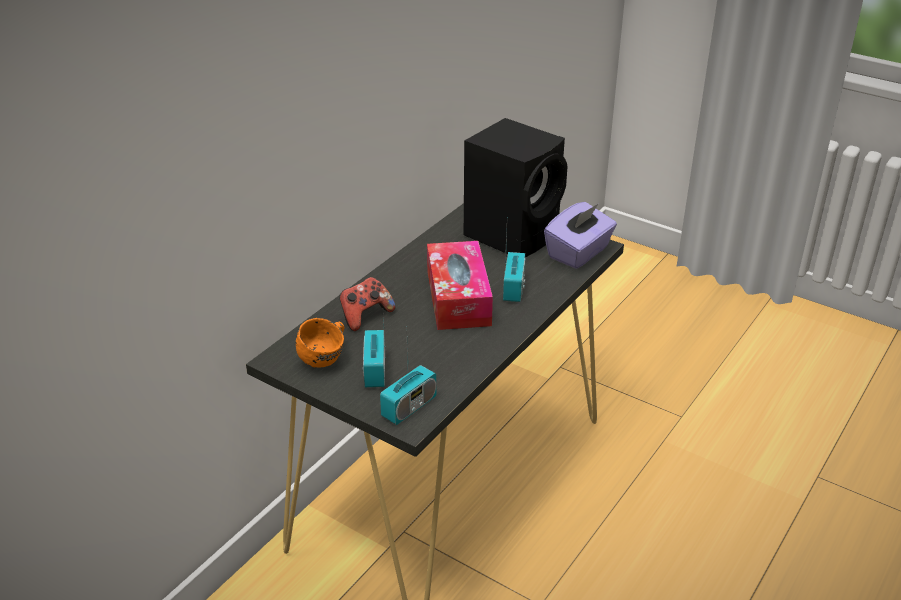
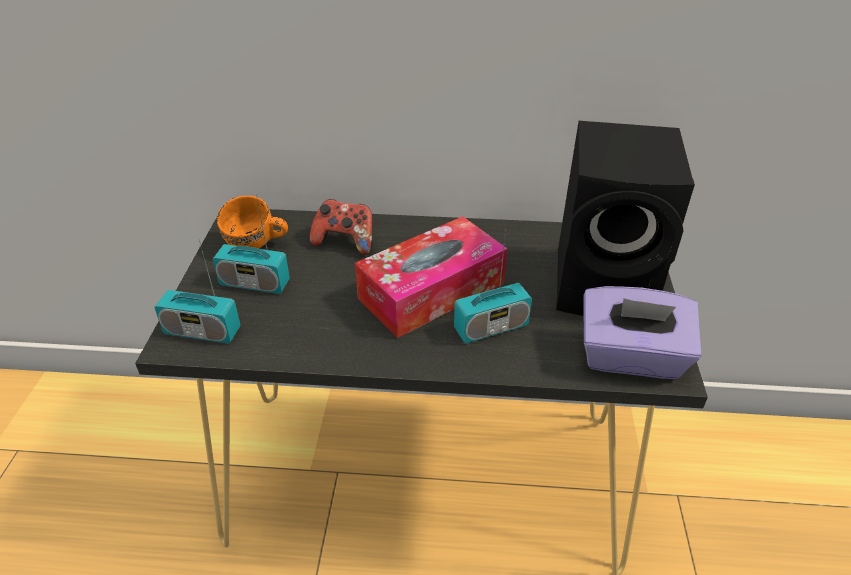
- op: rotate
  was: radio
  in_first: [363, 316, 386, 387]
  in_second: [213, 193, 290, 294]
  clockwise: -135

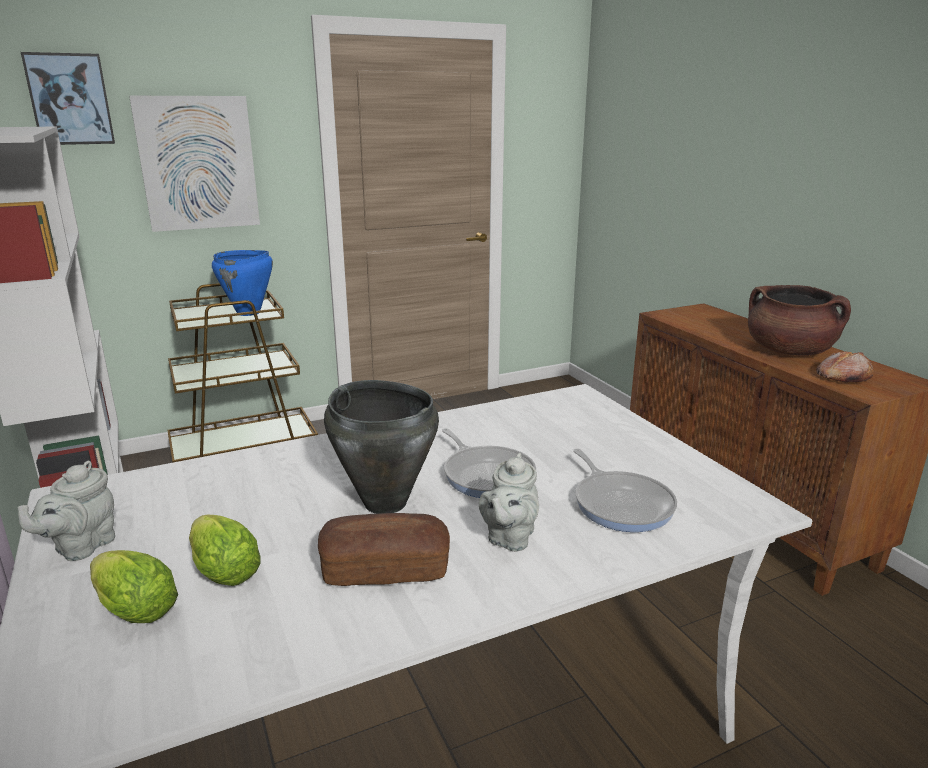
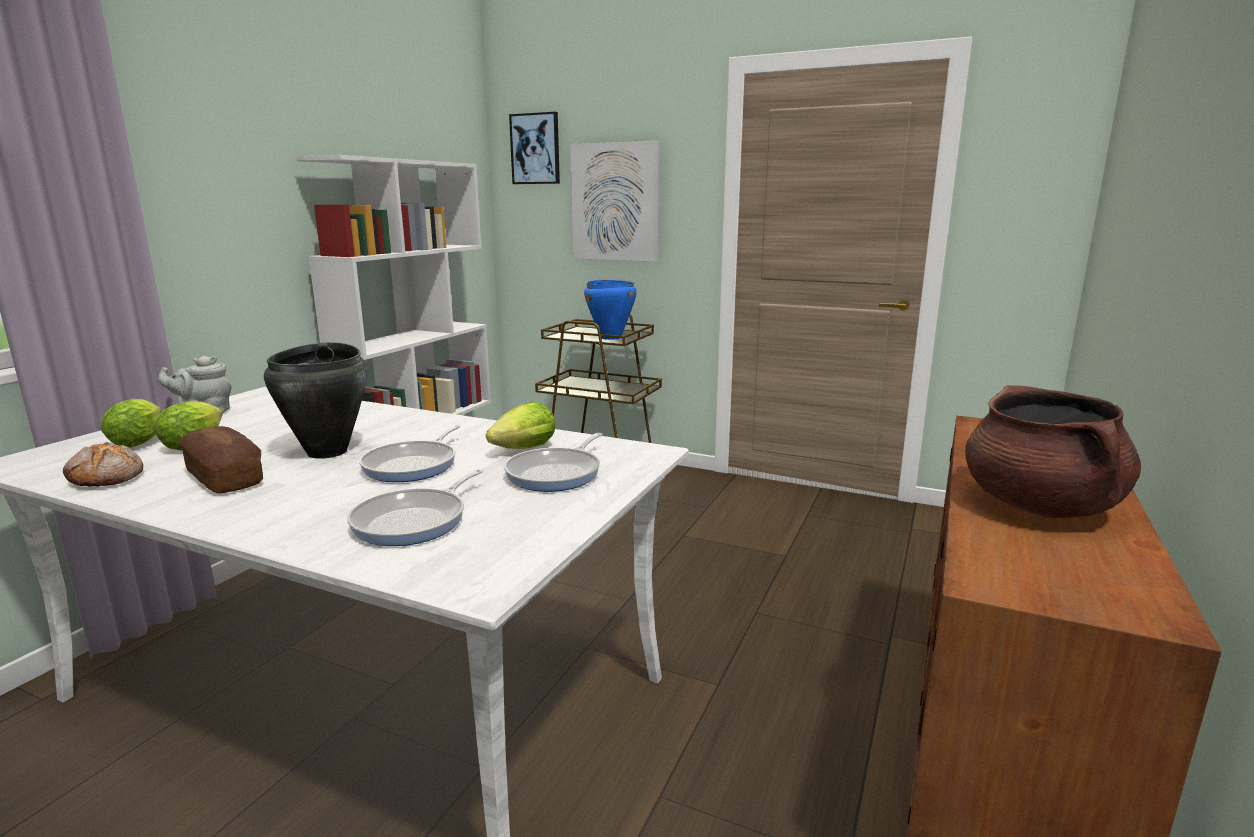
- op: delete
  was: imbryk (szary)
  in_first: [479, 453, 539, 552]
- op: move
  was: chleb
  in_first: [816, 351, 873, 383]
  in_second: [63, 442, 143, 487]
- op: insert
  now: sałata
  in_second: [486, 402, 556, 449]
- op: insert
  now: patelnia
  in_second: [504, 433, 603, 492]

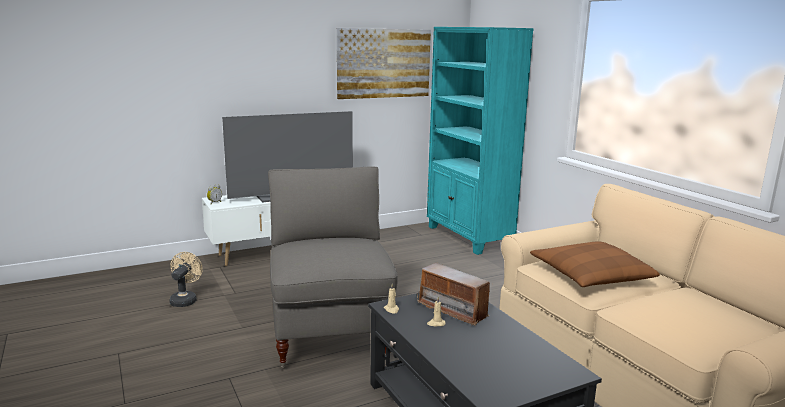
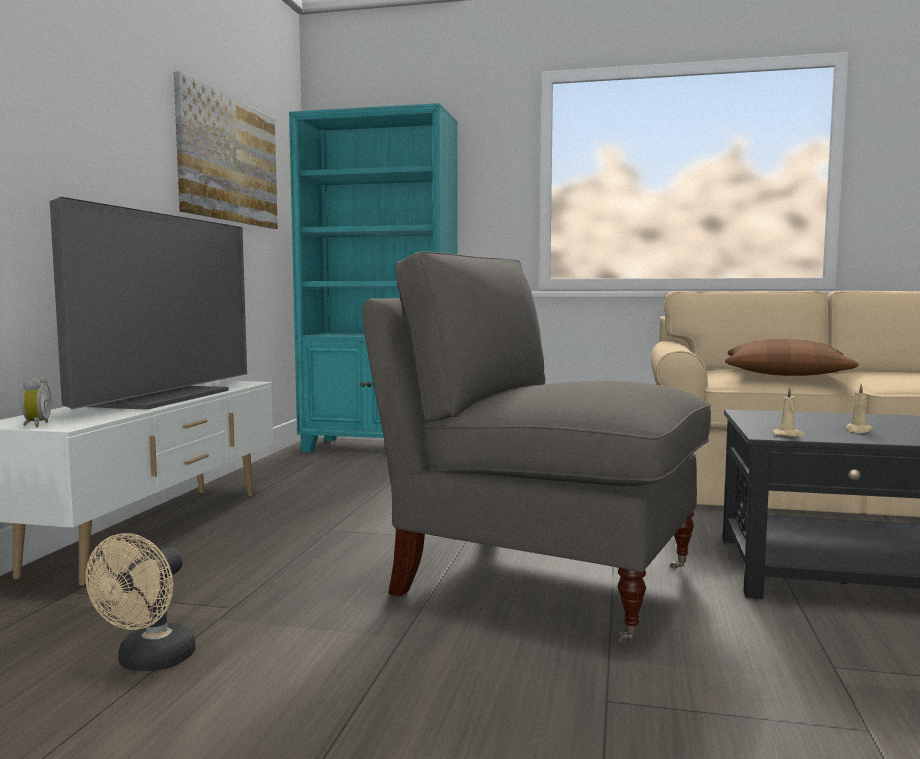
- op: rotate
  was: wentylator (beżowy)
  in_first: [170, 252, 203, 307]
  in_second: [85, 533, 196, 671]
  clockwise: -120
- op: delete
  was: radio
  in_first: [417, 263, 493, 326]

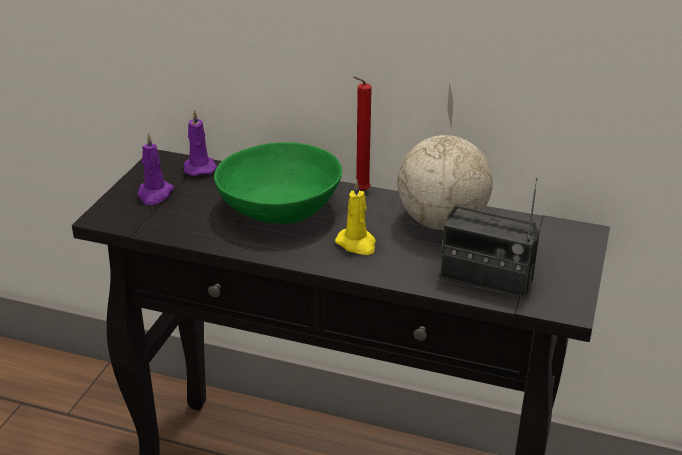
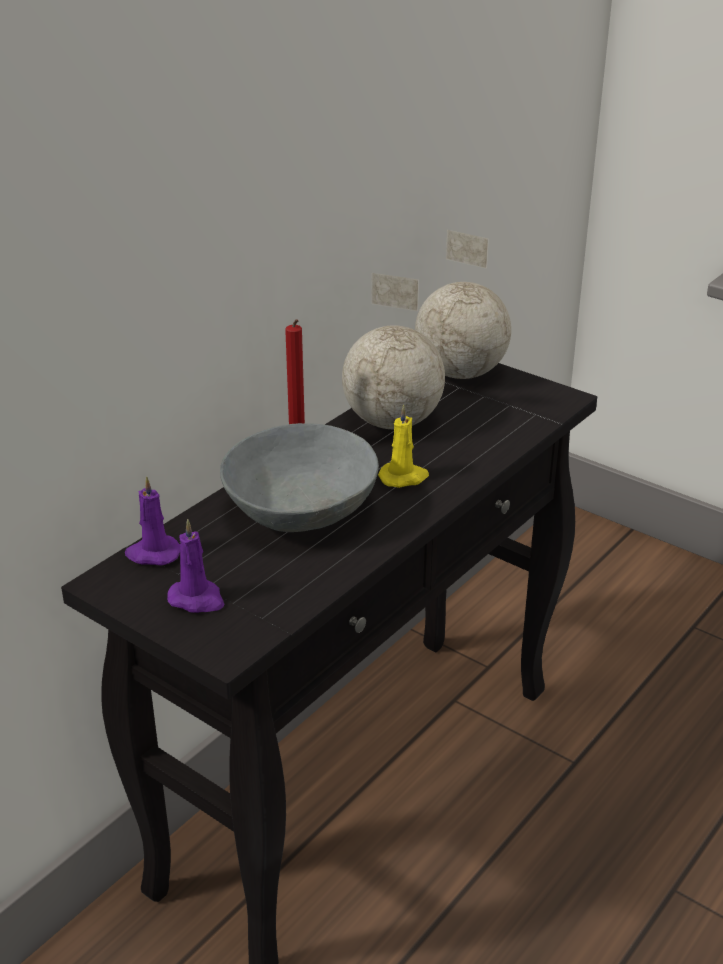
- op: recolor
  was: miska (zielony)
  now: miska (szary)
  in_first: [214, 142, 342, 224]
  in_second: [220, 423, 379, 532]
- op: delete
  was: radio
  in_first: [440, 178, 540, 298]
- op: insert
  now: globus
  in_second: [415, 230, 511, 379]

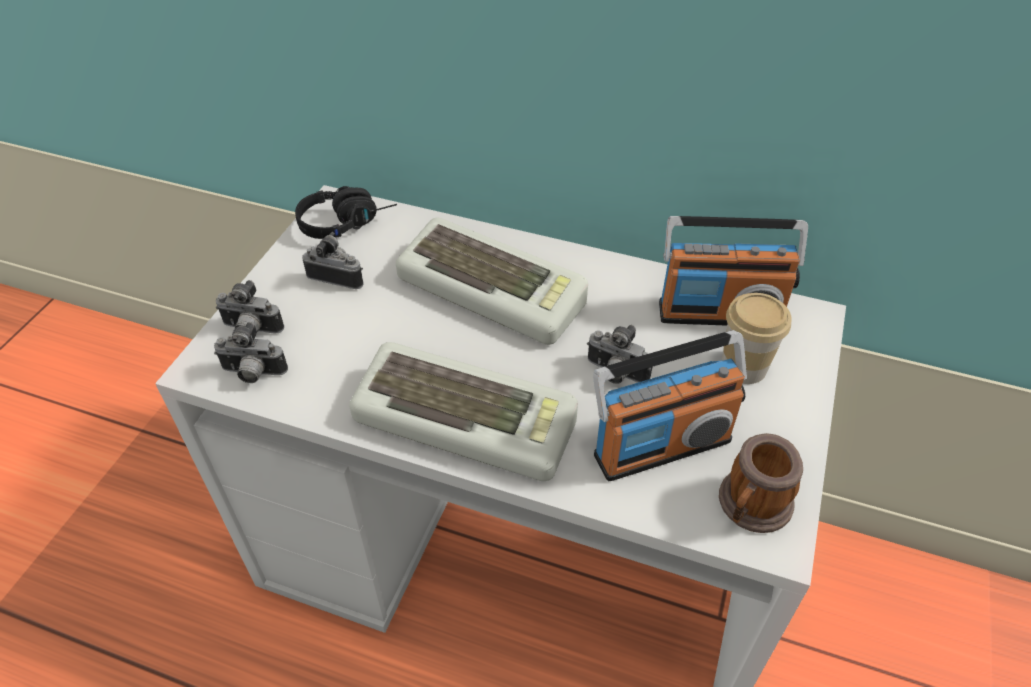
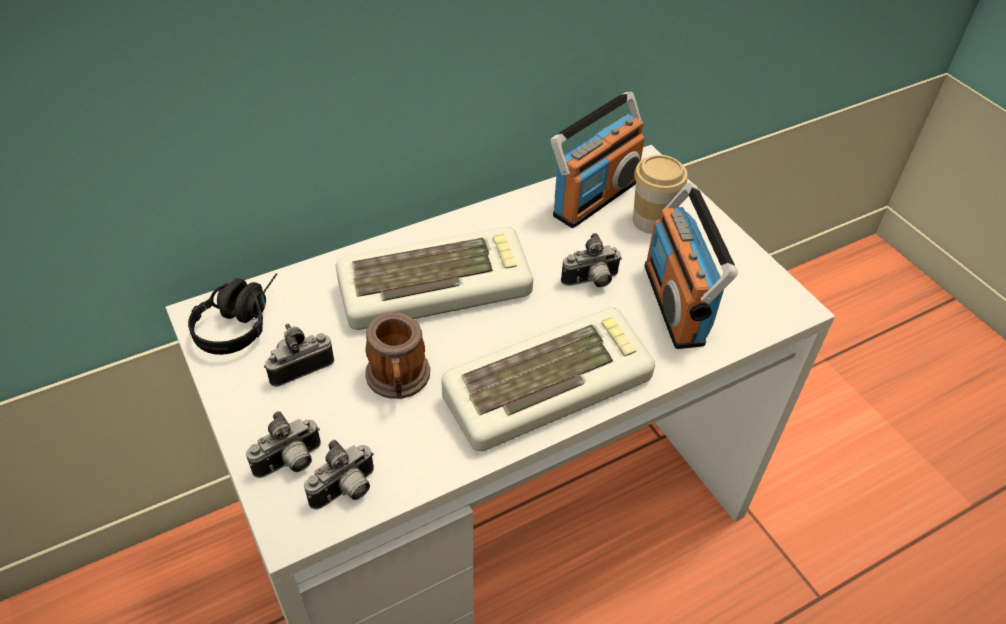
- op: rotate
  was: radio
  in_first: [593, 330, 747, 481]
  in_second: [645, 182, 738, 349]
  clockwise: 150
- op: move
  was: kubek
  in_first: [719, 433, 803, 533]
  in_second: [365, 312, 430, 399]

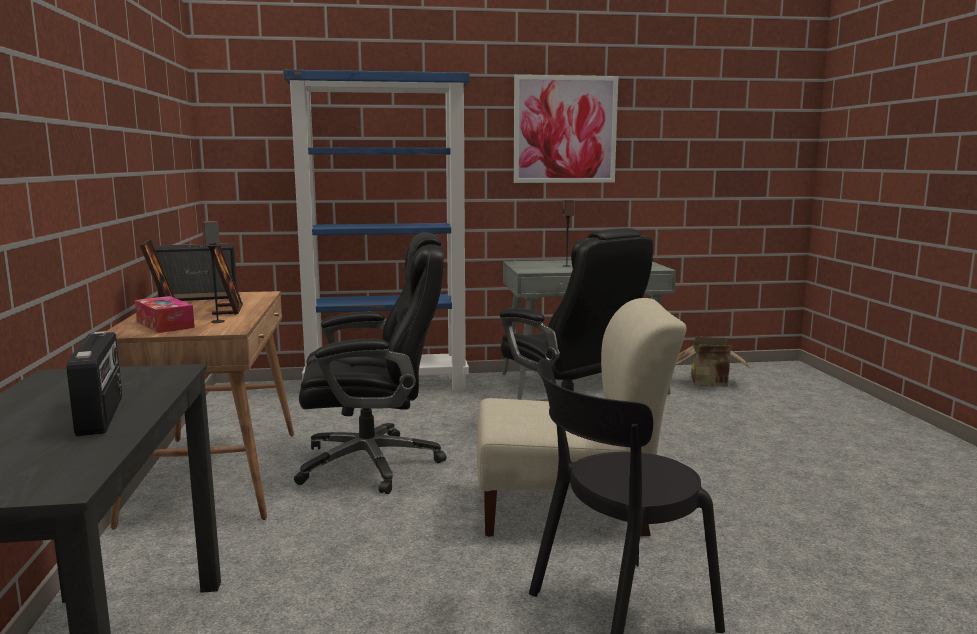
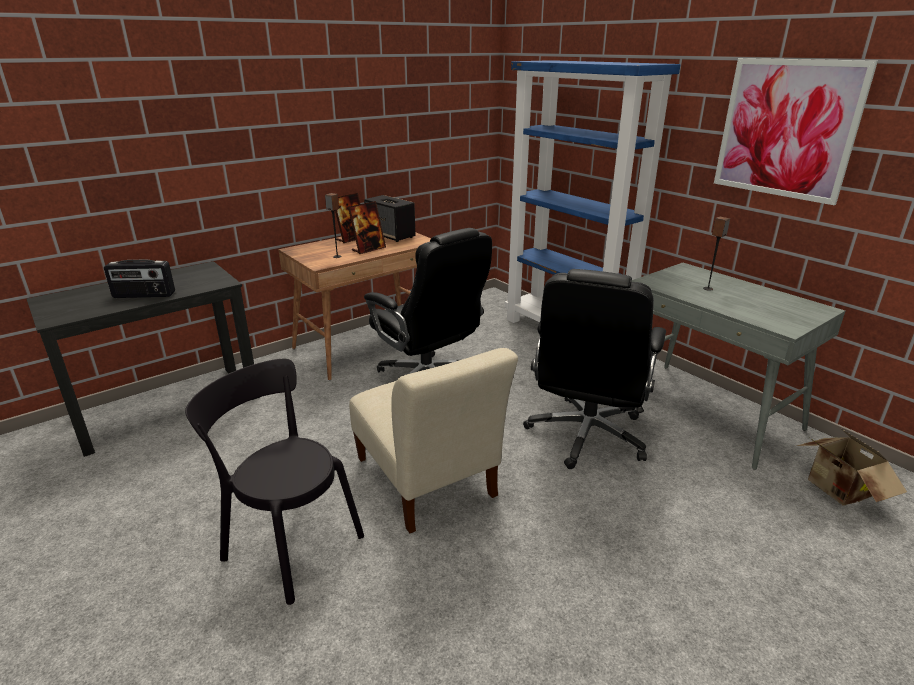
- op: rotate
  was: radio
  in_first: [66, 331, 122, 436]
  in_second: [104, 260, 175, 298]
  clockwise: 45
- op: delete
  was: pudełko chusteczek
  in_first: [135, 296, 195, 333]

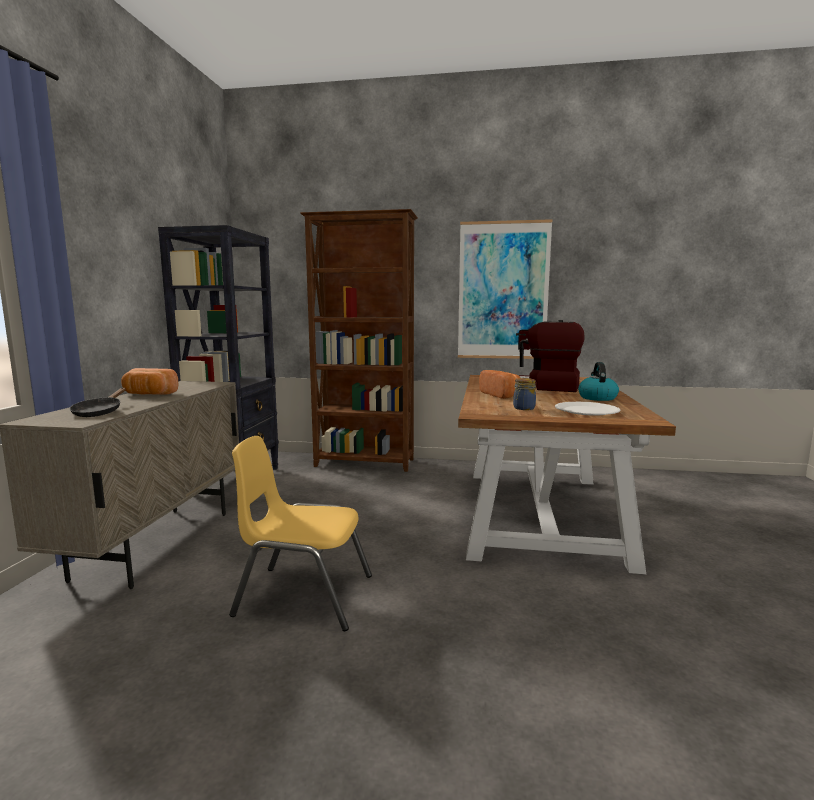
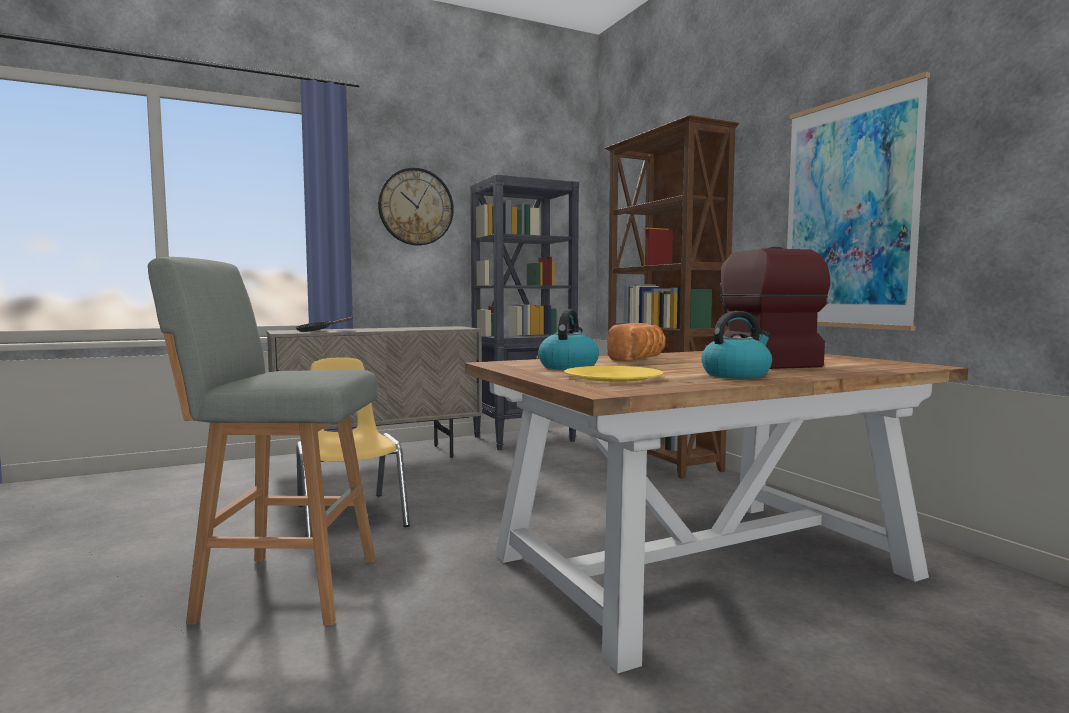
- op: delete
  was: chleb
  in_first: [121, 368, 179, 395]
- op: replace
  was: słoik
  now: czajnik
  in_first: [513, 378, 536, 410]
  in_second: [538, 309, 599, 370]
- op: recolor
  was: talerz (biały)
  now: talerz (żółty)
  in_first: [555, 402, 621, 416]
  in_second: [564, 366, 664, 382]
- op: insert
  now: stołek (szary)
  in_second: [148, 257, 378, 626]
- op: insert
  now: zegar ścienny
  in_second: [378, 168, 454, 246]

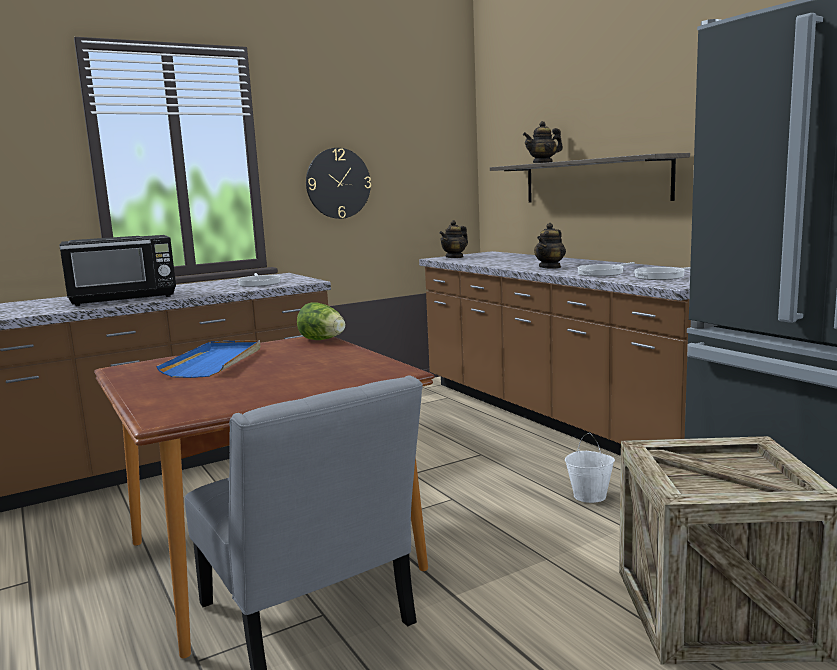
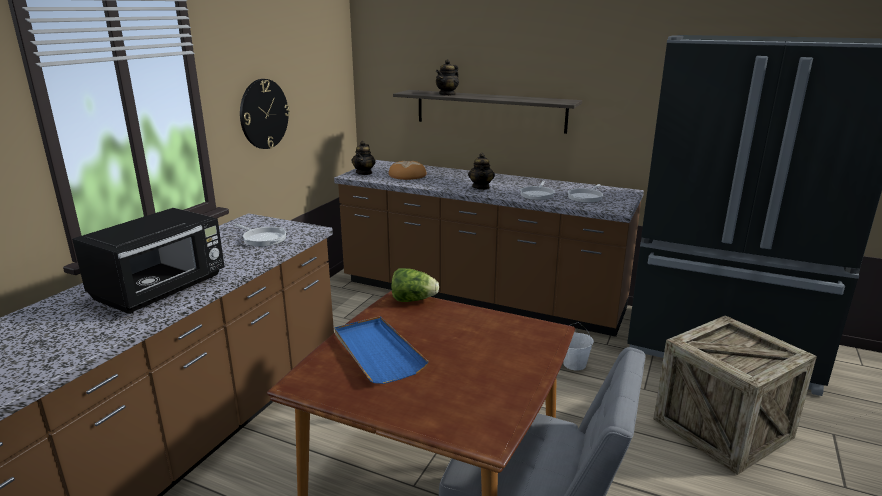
- op: insert
  now: chleb
  in_second: [389, 161, 427, 180]

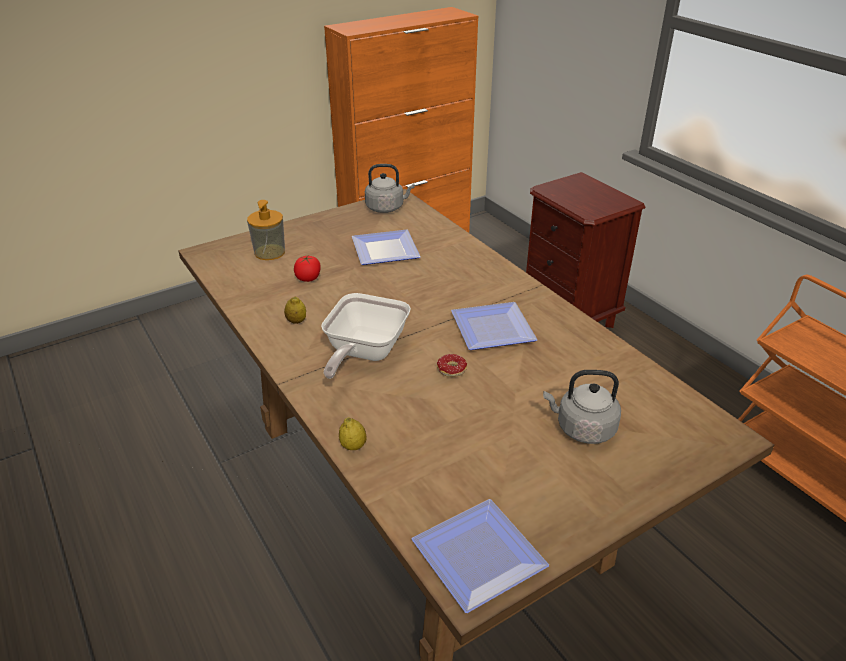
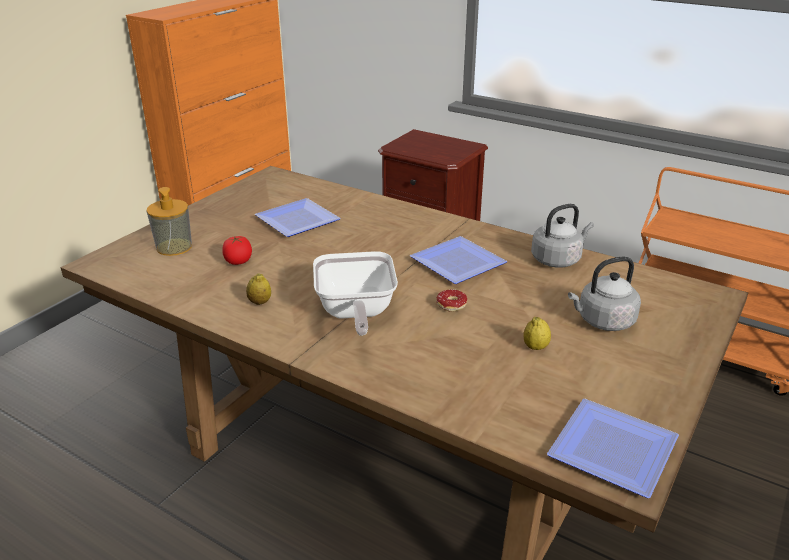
- op: move
  was: cytryna
  in_first: [339, 417, 367, 450]
  in_second: [523, 317, 551, 350]
- op: move
  was: czajnik (szary)
  in_first: [365, 164, 415, 213]
  in_second: [531, 204, 594, 268]

